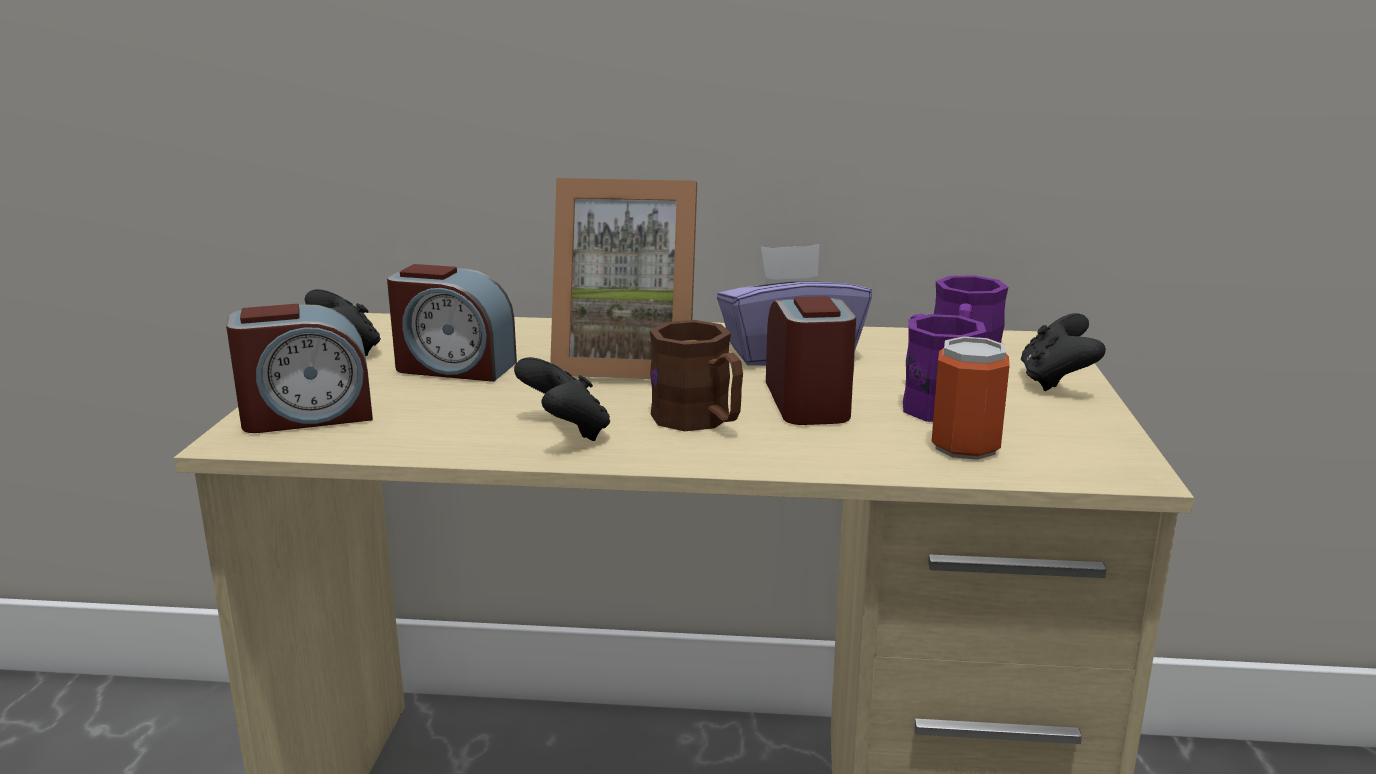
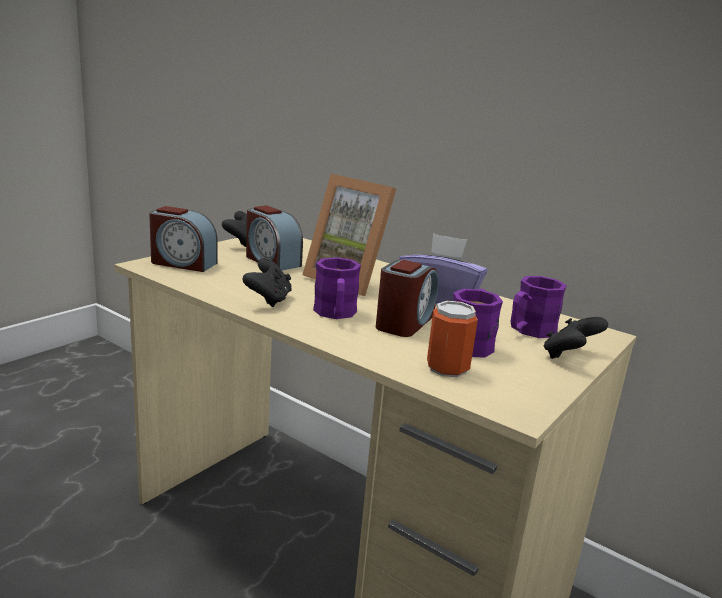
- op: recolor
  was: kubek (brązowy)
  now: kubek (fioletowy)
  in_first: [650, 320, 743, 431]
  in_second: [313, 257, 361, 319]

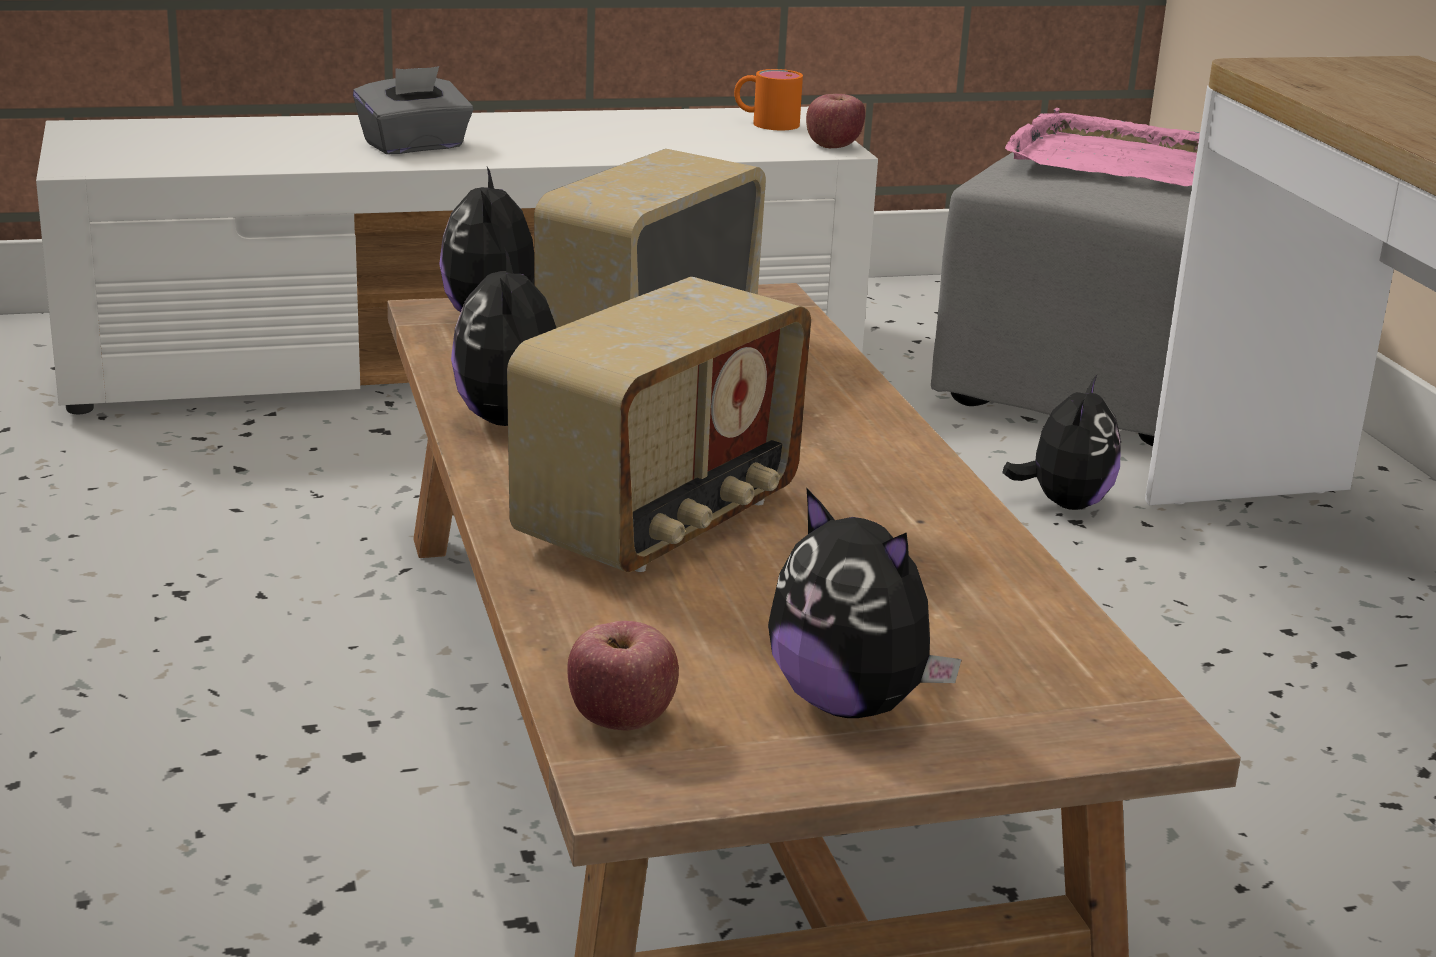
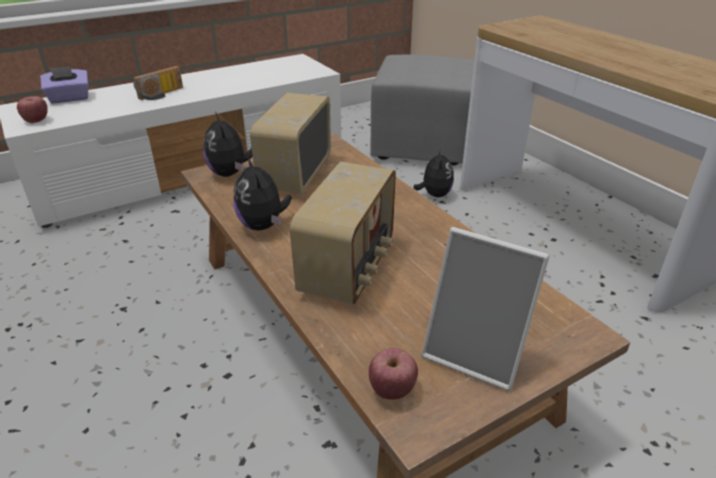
- op: replace
  was: pudełko chusteczek (szary)
  now: radio
  in_first: [353, 66, 473, 154]
  in_second: [133, 66, 183, 100]
- op: delete
  was: kubek (pomarańczowy)
  in_first: [734, 69, 803, 130]
- op: replace
  was: pluszak
  now: ramka na zdjęcie
  in_first: [768, 488, 962, 718]
  in_second: [421, 227, 550, 391]
- op: move
  was: jabłko
  in_first: [806, 94, 865, 148]
  in_second: [17, 96, 48, 123]
- op: delete
  was: taca (różowy)
  in_first: [1005, 108, 1200, 186]
- op: insert
  now: pudełko chusteczek (fioletowy)
  in_second: [40, 66, 89, 104]

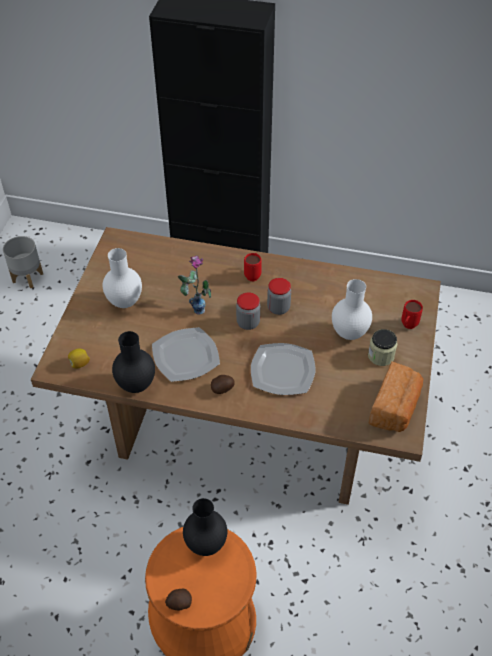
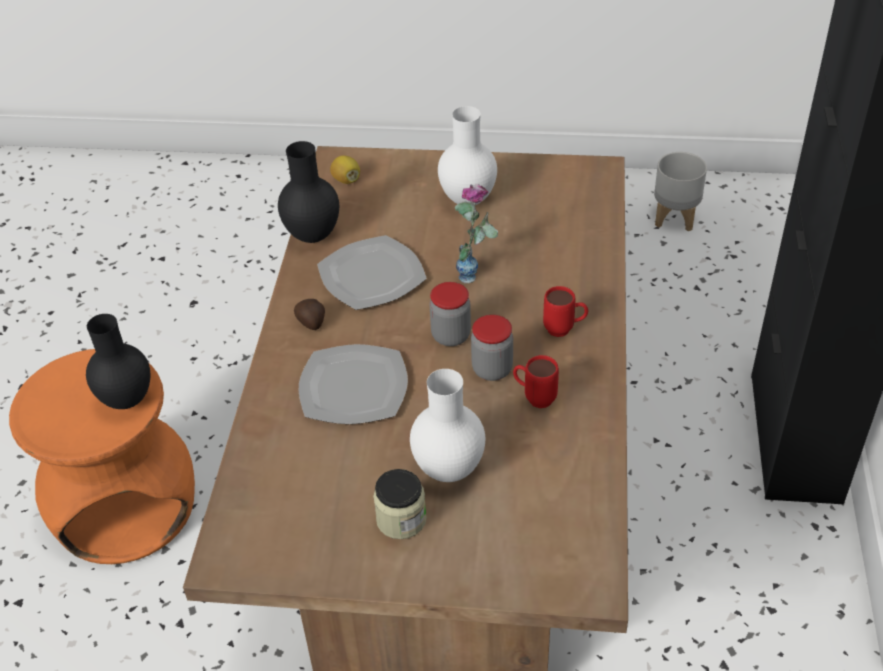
- op: delete
  was: ziemniak
  in_first: [165, 589, 192, 610]
- op: delete
  was: chleb
  in_first: [369, 362, 423, 432]
- op: move
  was: kubek (czerwony)
  in_first: [401, 300, 423, 329]
  in_second: [513, 355, 559, 408]

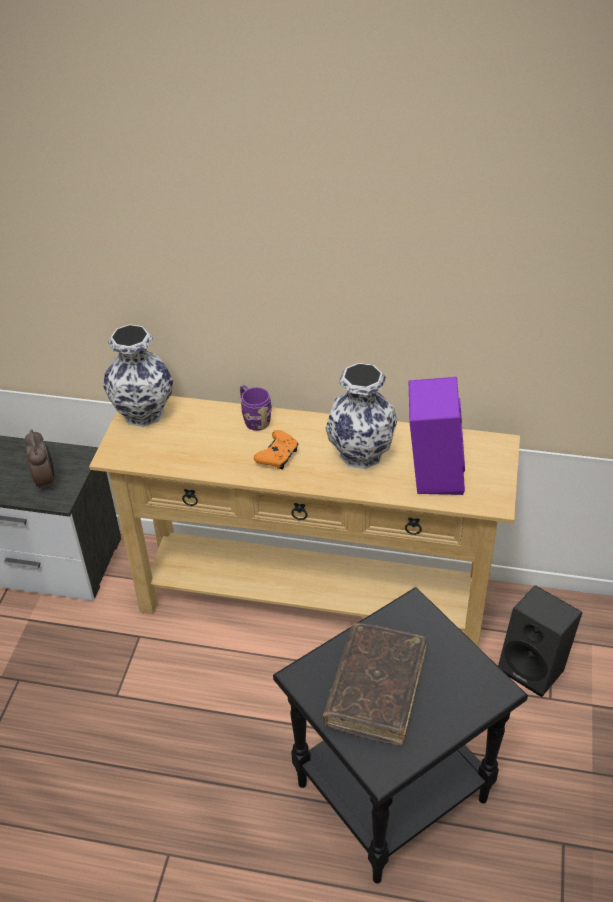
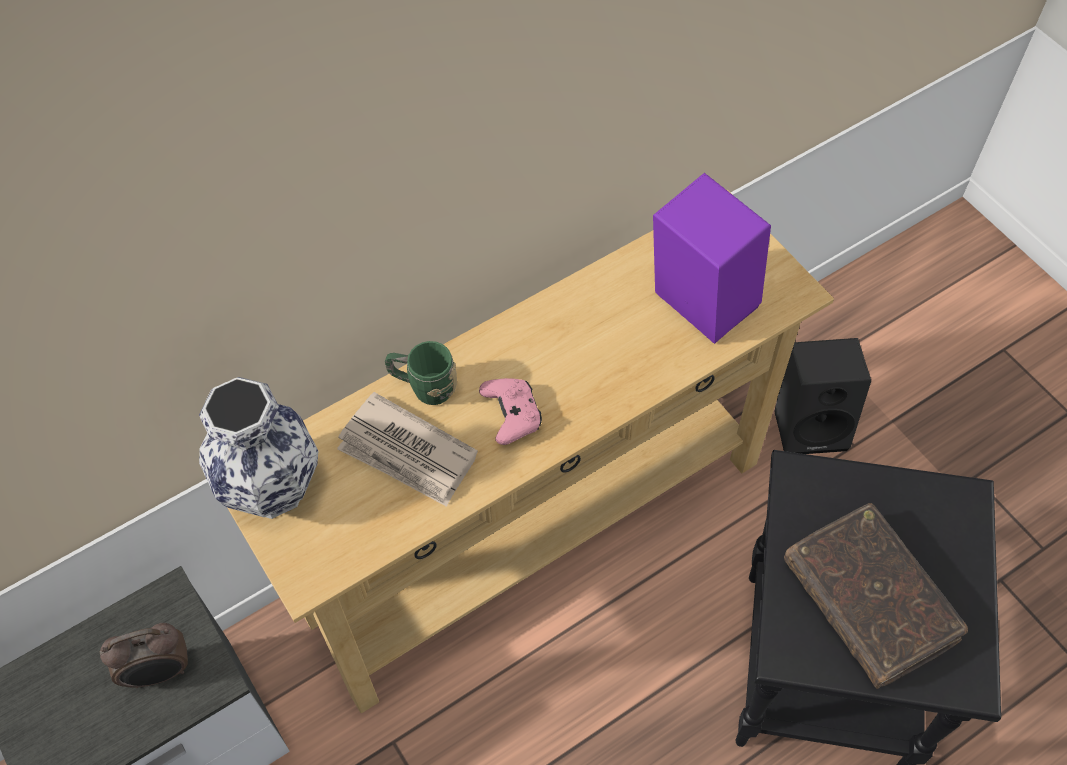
- op: rotate
  was: budzik
  in_first: [25, 429, 54, 490]
  in_second: [100, 623, 188, 688]
  clockwise: 135
- op: recolor
  was: kubek (fioletowy)
  now: kubek (zielony)
  in_first: [240, 385, 272, 431]
  in_second: [385, 341, 457, 405]
- op: recolor
  was: pad do gier (pomarańczowy)
  now: pad do gier (różowy)
  in_first: [254, 430, 299, 470]
  in_second: [479, 378, 542, 445]
- op: delete
  was: wazon
  in_first: [325, 363, 398, 469]
- op: insert
  now: gazeta
  in_second: [337, 392, 478, 507]

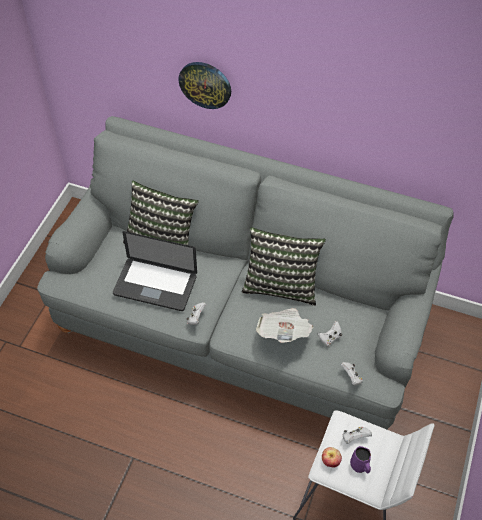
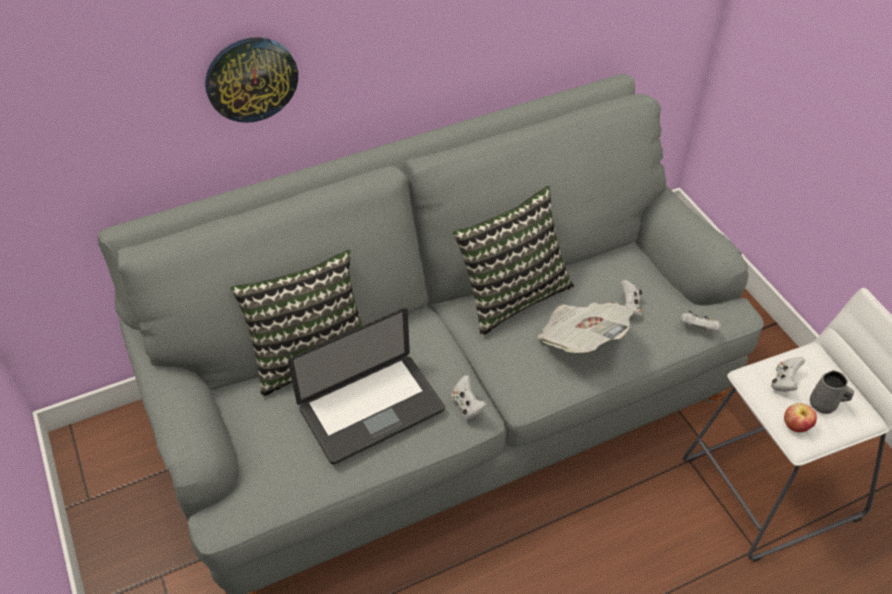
- op: recolor
  was: kubek (fioletowy)
  now: kubek (szary)
  in_first: [350, 446, 371, 473]
  in_second: [810, 370, 854, 414]

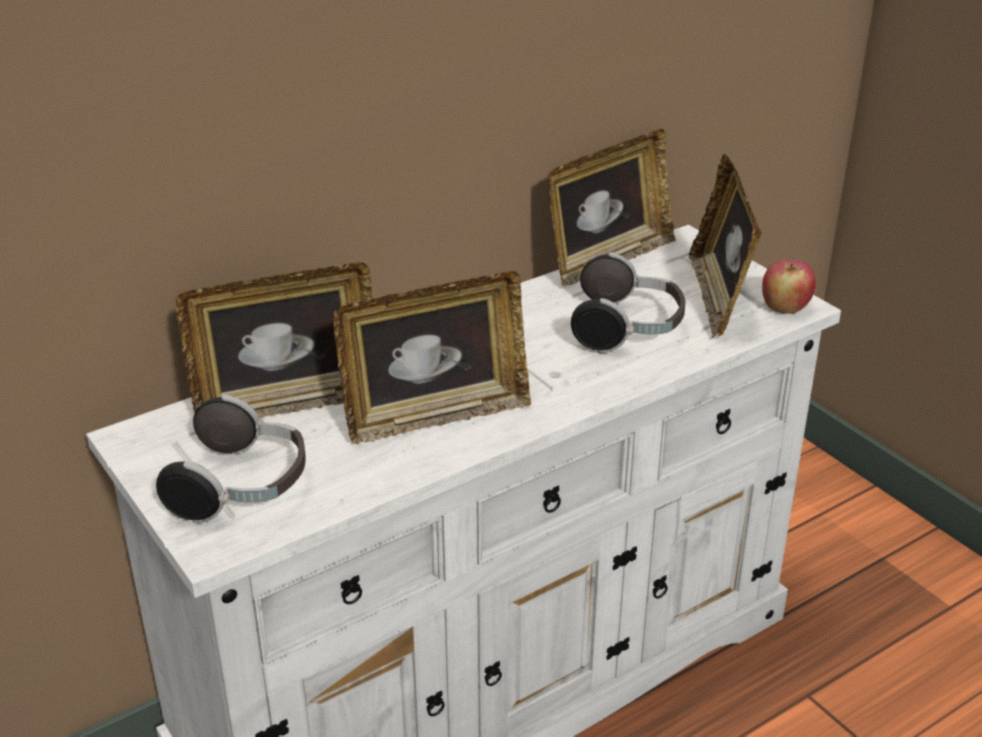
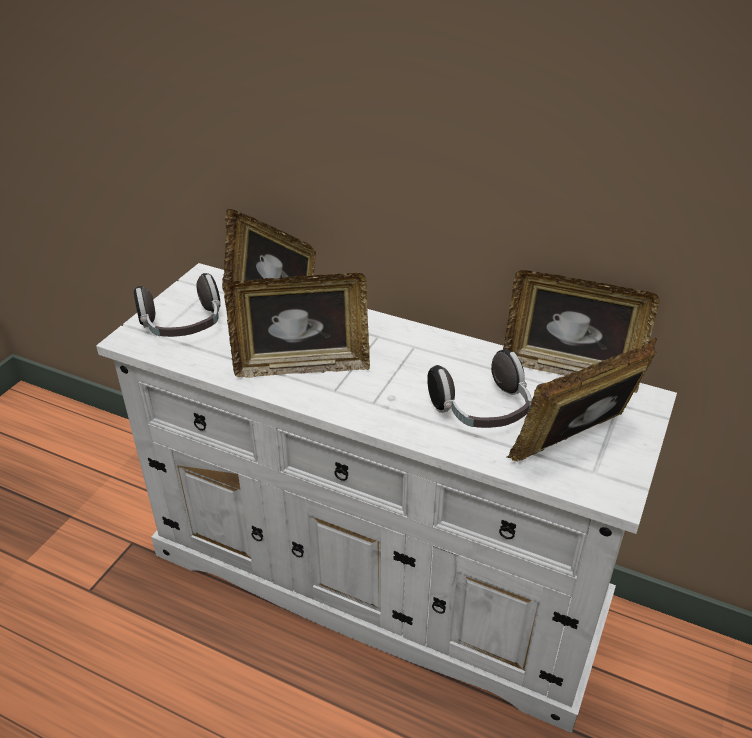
- op: rotate
  was: ramka na zdjęcie
  in_first: [334, 272, 531, 444]
  in_second: [224, 273, 370, 378]
  clockwise: -45
- op: delete
  was: jabłko
  in_first: [762, 259, 816, 313]

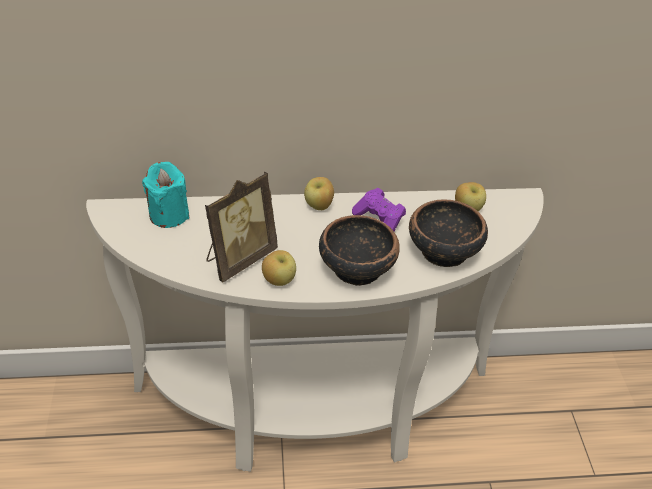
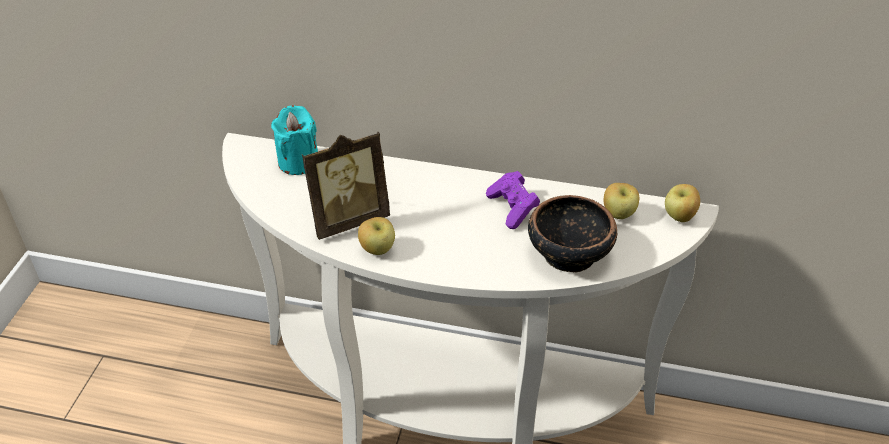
- op: move
  was: jabłko
  in_first: [304, 177, 334, 210]
  in_second: [665, 184, 700, 222]
- op: delete
  was: miska
  in_first: [319, 215, 400, 286]

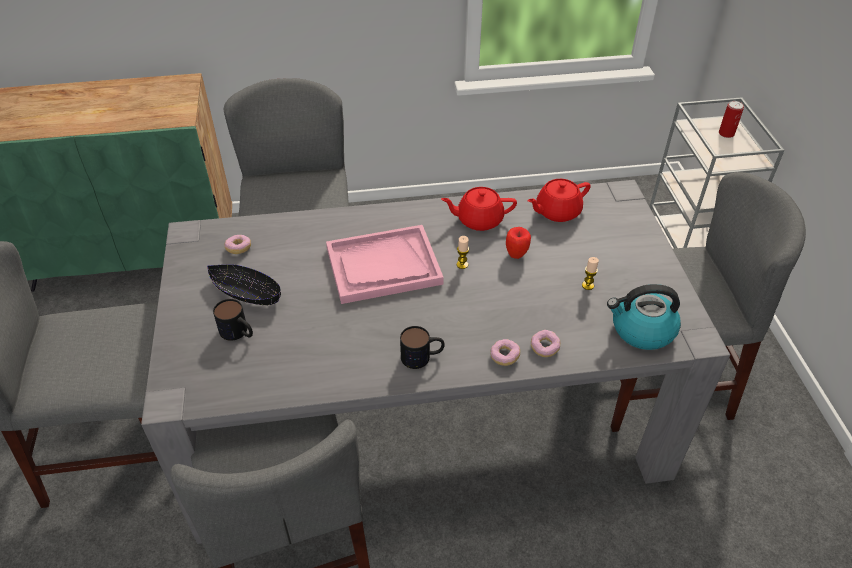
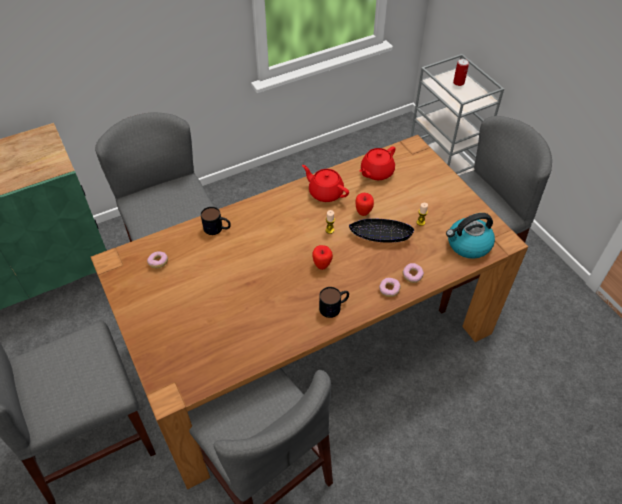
- op: recolor
  was: stół jadalny (szary)
  now: stół jadalny (brązowy)
  in_first: [141, 180, 730, 544]
  in_second: [91, 135, 528, 489]
- op: move
  was: miska (czarny)
  in_first: [207, 264, 281, 306]
  in_second: [349, 218, 414, 243]
- op: move
  was: kubek
  in_first: [213, 299, 253, 341]
  in_second: [201, 207, 231, 235]
- op: delete
  was: taca (różowy)
  in_first: [326, 225, 444, 304]
- op: rotate
  was: imbryk (czerwony)
  in_first: [441, 187, 517, 231]
  in_second: [302, 165, 349, 202]
  clockwise: 60
- op: insert
  now: jabłko
  in_second: [312, 245, 333, 270]

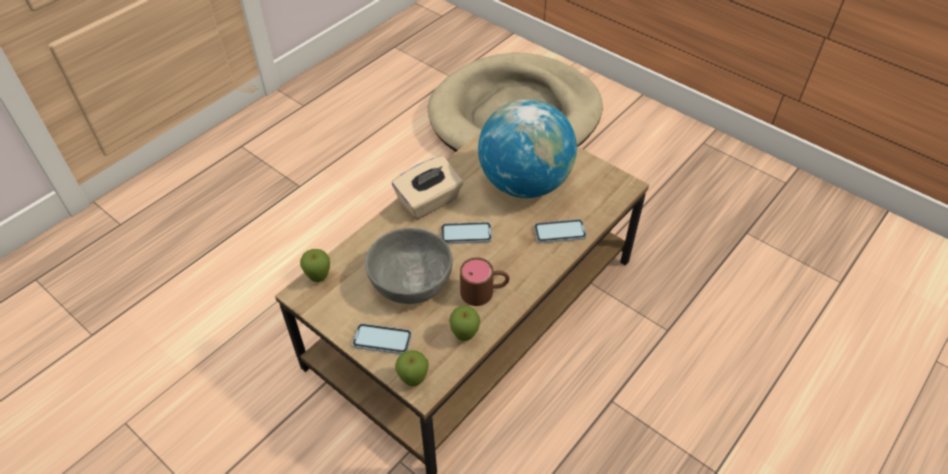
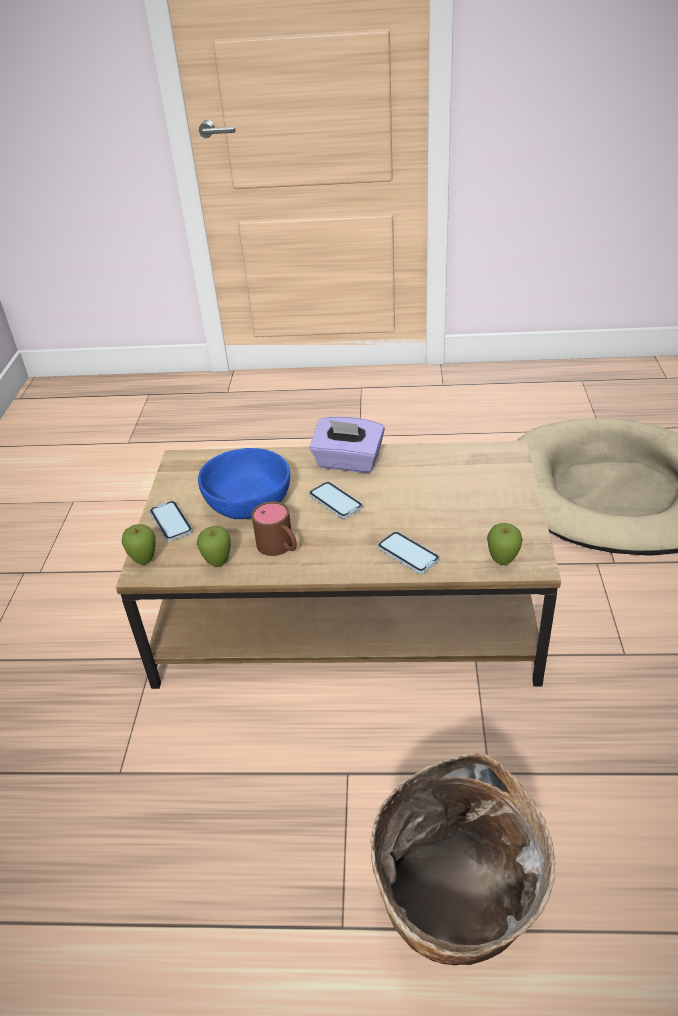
- op: move
  was: jabłko
  in_first: [300, 249, 330, 282]
  in_second: [487, 523, 523, 565]
- op: recolor
  was: miska (szary)
  now: miska (niebieski)
  in_first: [365, 228, 453, 304]
  in_second: [198, 448, 290, 519]
- op: recolor
  was: pudełko chusteczek (beżowy)
  now: pudełko chusteczek (fioletowy)
  in_first: [392, 156, 463, 219]
  in_second: [309, 417, 385, 473]
- op: delete
  was: globus
  in_first: [478, 99, 577, 198]
- op: insert
  now: koszyk
  in_second: [370, 753, 555, 965]

